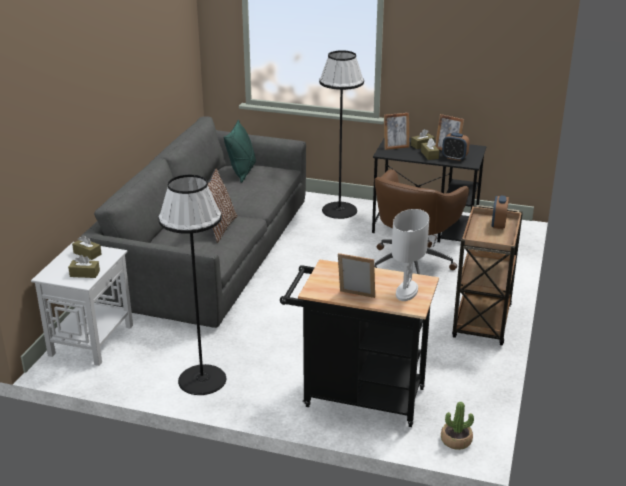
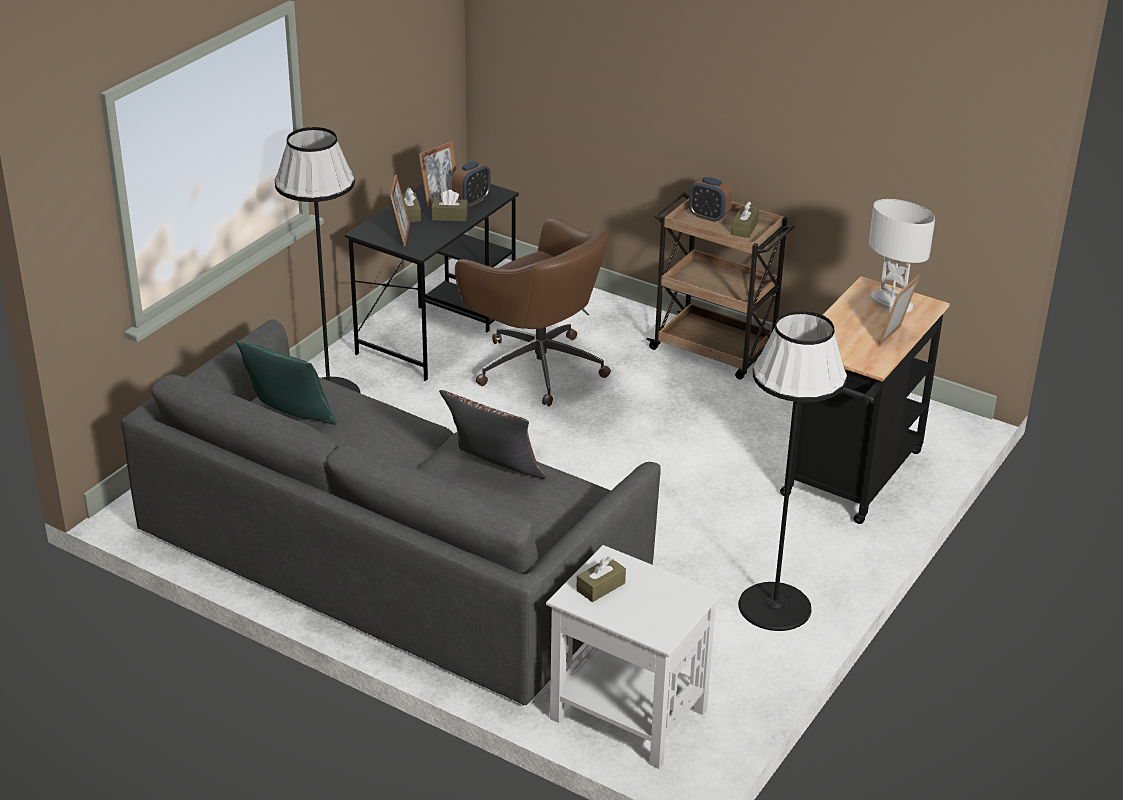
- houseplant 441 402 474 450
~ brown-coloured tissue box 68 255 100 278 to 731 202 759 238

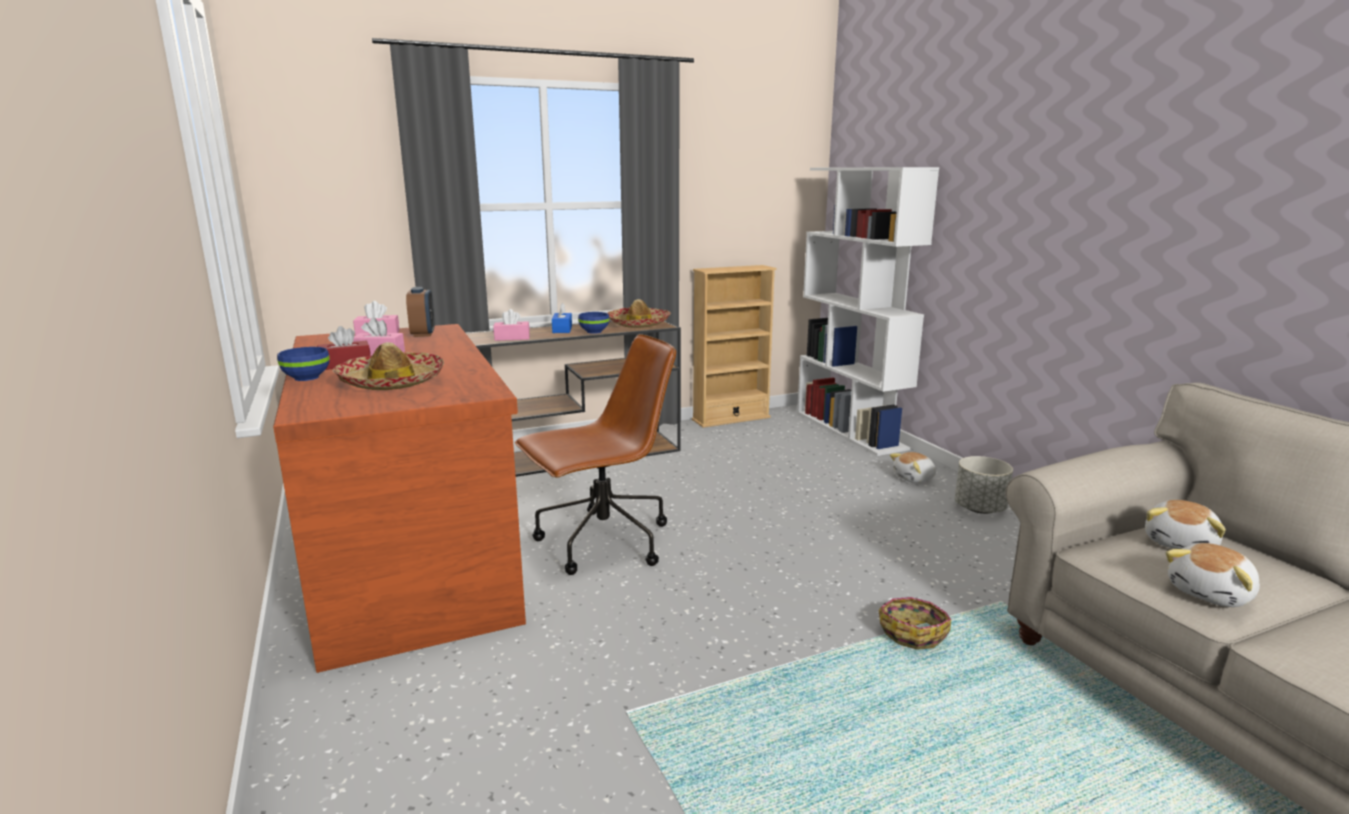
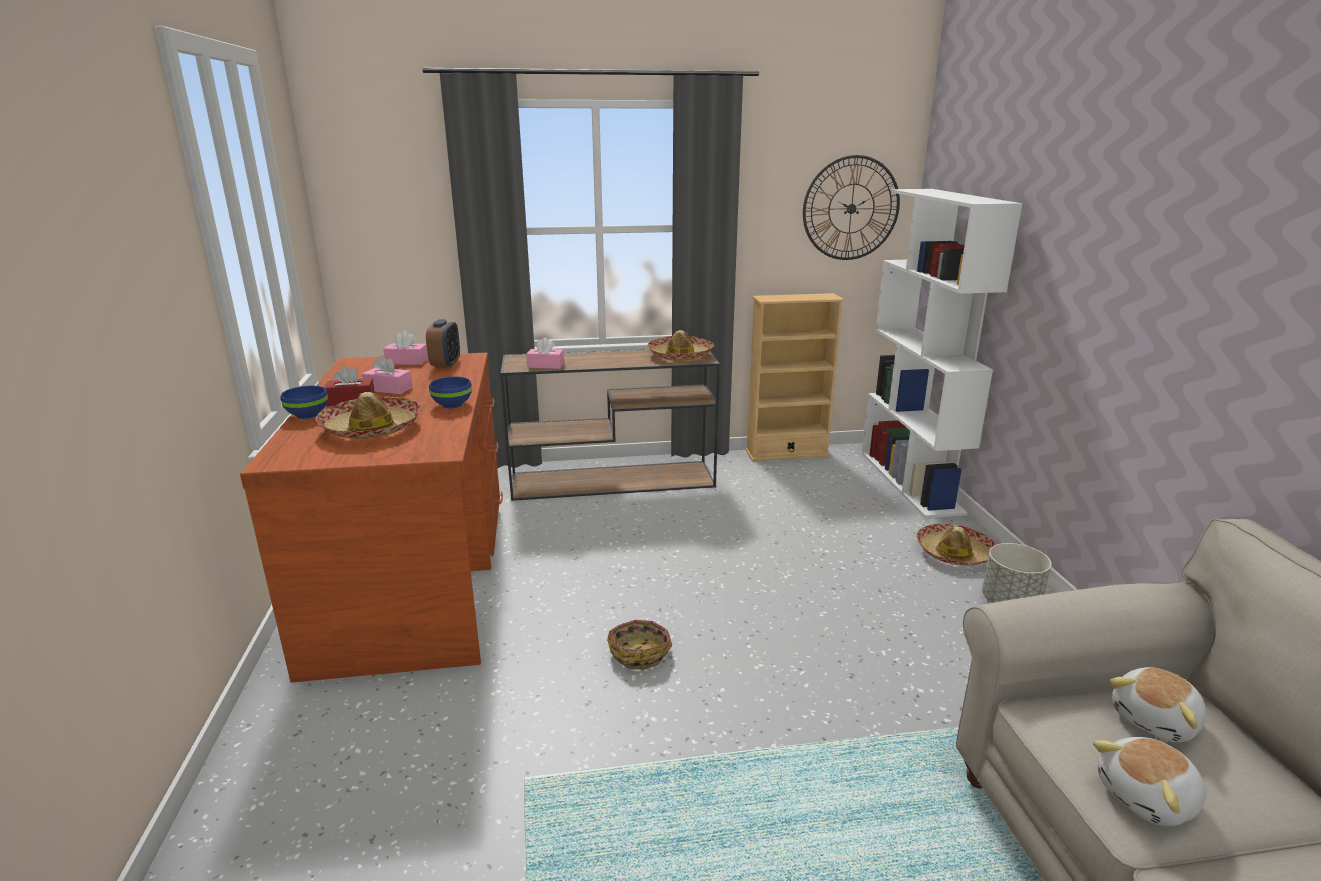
- brown-coloured desk chair 515 334 676 575
- bluish tissue box 552 302 572 333
+ wall clock 803 155 900 260
~ bluish deep dish 578 312 609 334 to 429 376 472 408
~ basket 879 597 951 650 to 607 620 672 670
~ plush toy 890 452 936 483 to wearable hat 916 523 996 565

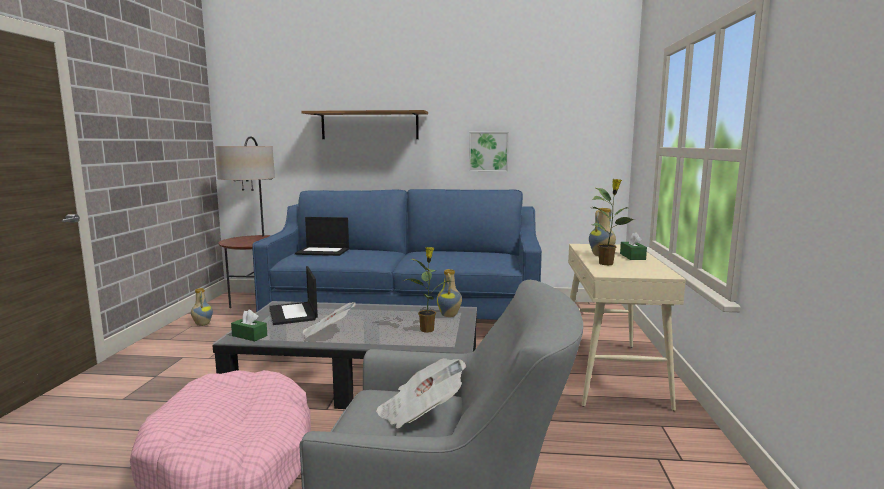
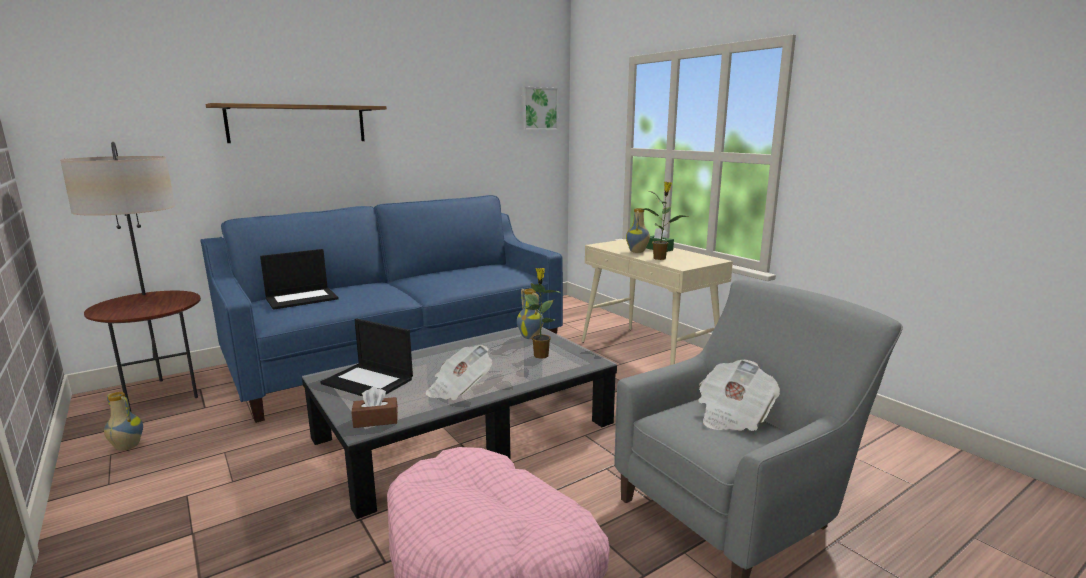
~ picture 469 132 509 172 to 522 87 558 130
~ greenish tissue box 231 310 267 341 to brown-coloured tissue box 352 387 398 428

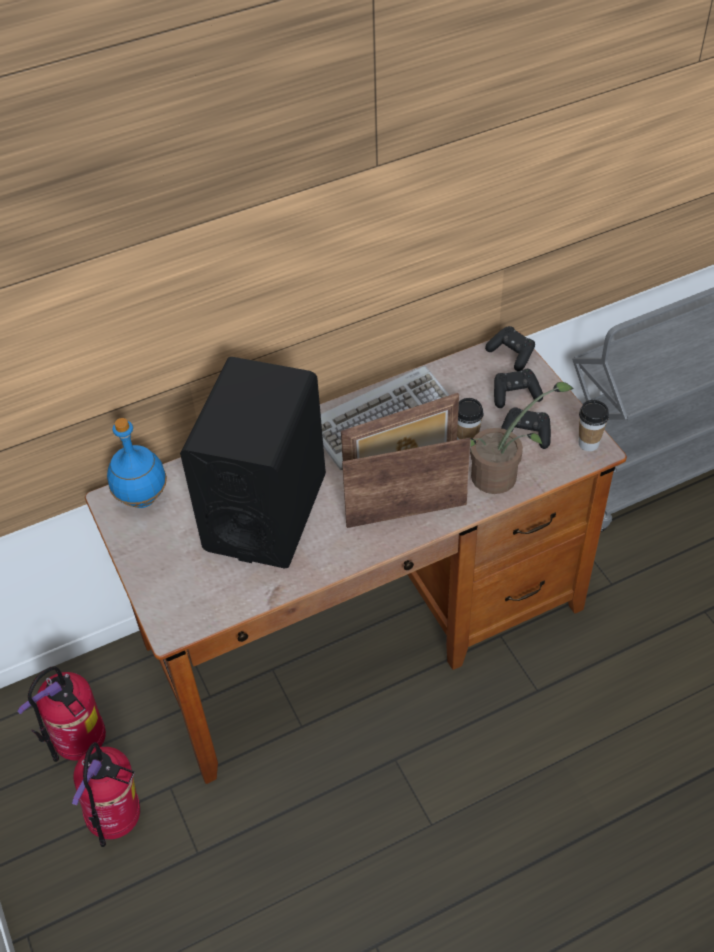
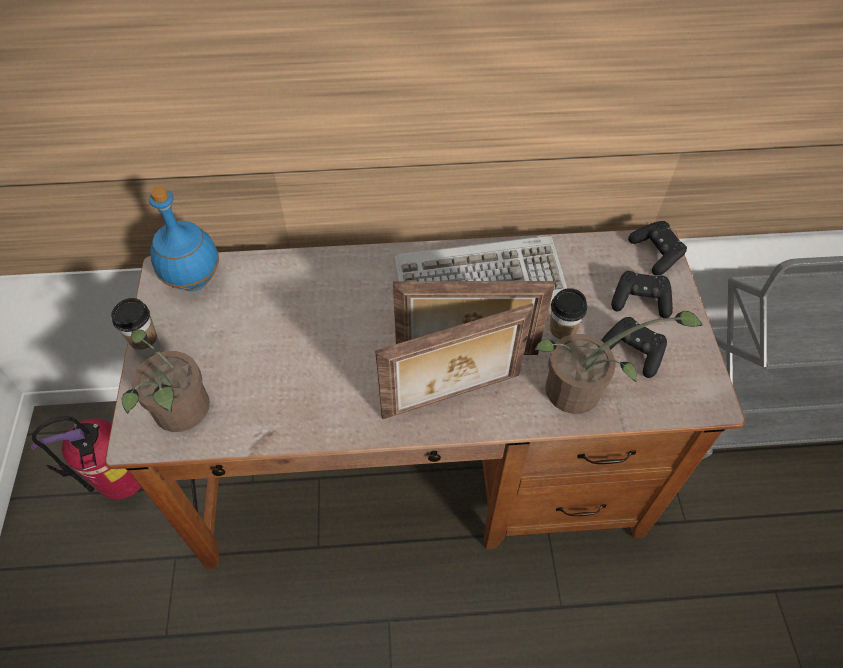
- extinguisher 72 742 140 847
- blackish loudspeaker 180 357 326 568
+ houseplant 122 330 210 432
~ small cup 578 400 609 451 to 111 298 160 357
~ picture frame 342 438 471 528 = 375 303 534 419 150 degrees clockwise

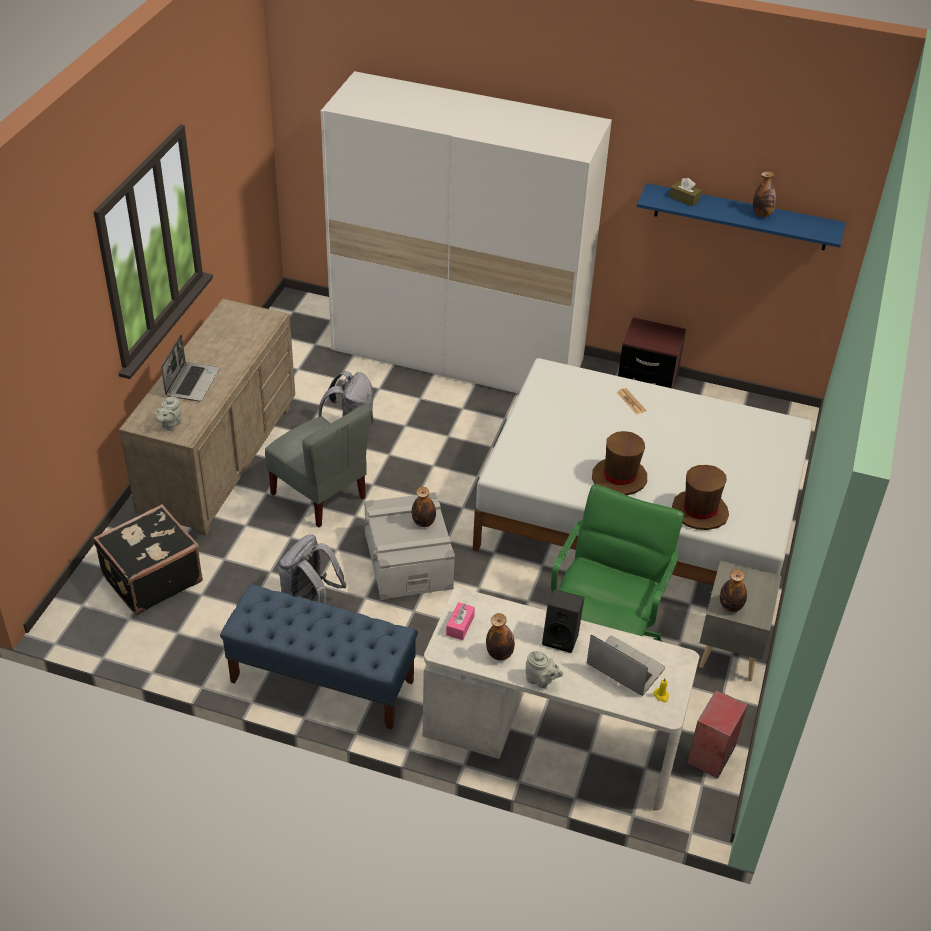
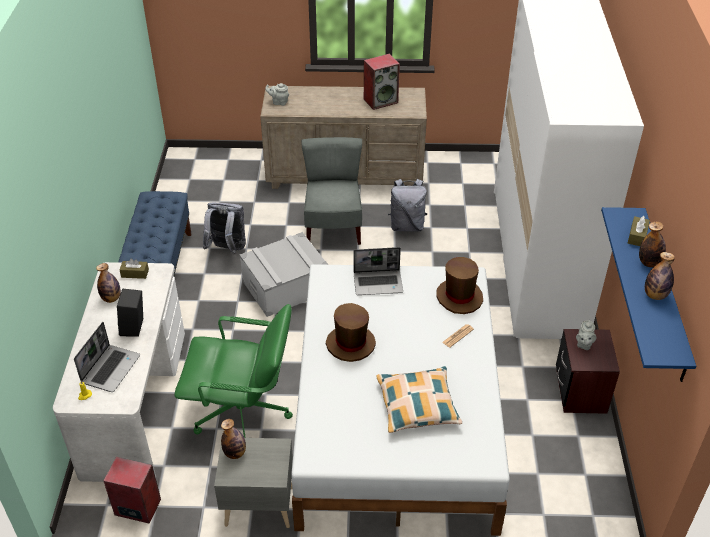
- blackish suitcase 93 504 203 615
+ loudspeaker 364 54 400 110
+ cushion 377 366 462 433
~ portable computer 161 334 220 401 to 354 247 403 295
~ drink bottle 412 487 436 527 to 639 221 666 267
~ greyish tea pot 525 651 563 688 to 576 320 596 350
~ brown-coloured wearable hat 672 465 729 530 to 436 257 483 314
~ pink-coloured tissue box 446 602 475 640 to brown-coloured tissue box 119 258 149 279
~ greyish chair 265 404 372 528 = 301 137 362 245 150 degrees clockwise

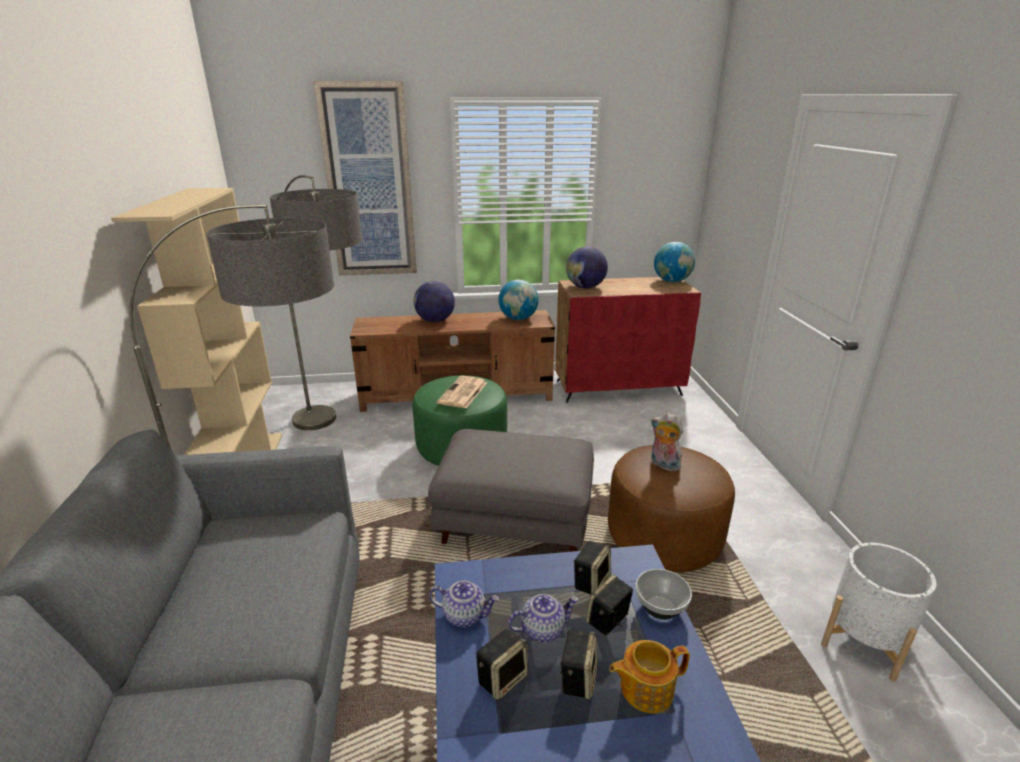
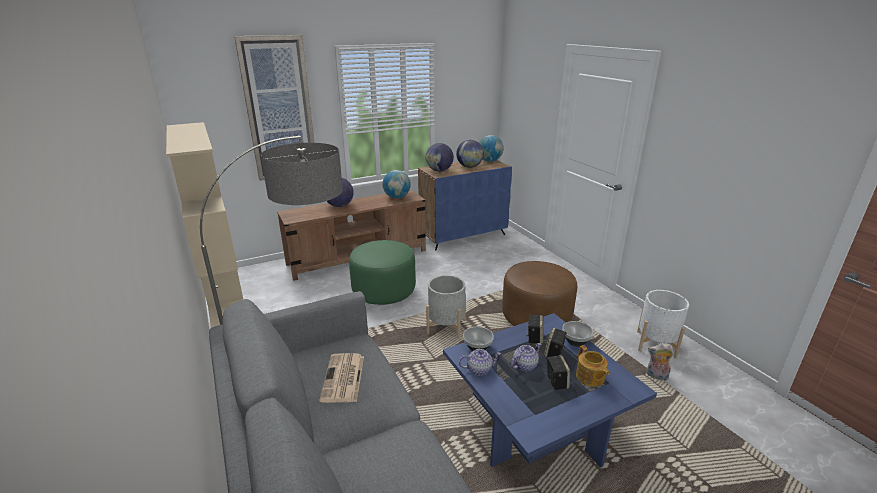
- floor lamp 270 175 362 430
- loudspeaker 476 629 529 700
+ globe 456 140 484 168
+ deep dish 463 327 494 351
~ printed paper 437 376 487 409 to 319 353 364 403
~ plush toy 651 413 684 471 to 647 343 674 381
~ greyish footrest 428 429 594 552 to greyish flower pot 426 275 466 338
~ red cabinet 555 277 701 403 to bluish cabinet 418 159 512 251
~ tea pot 609 640 690 713 = 576 345 609 386 75 degrees counterclockwise

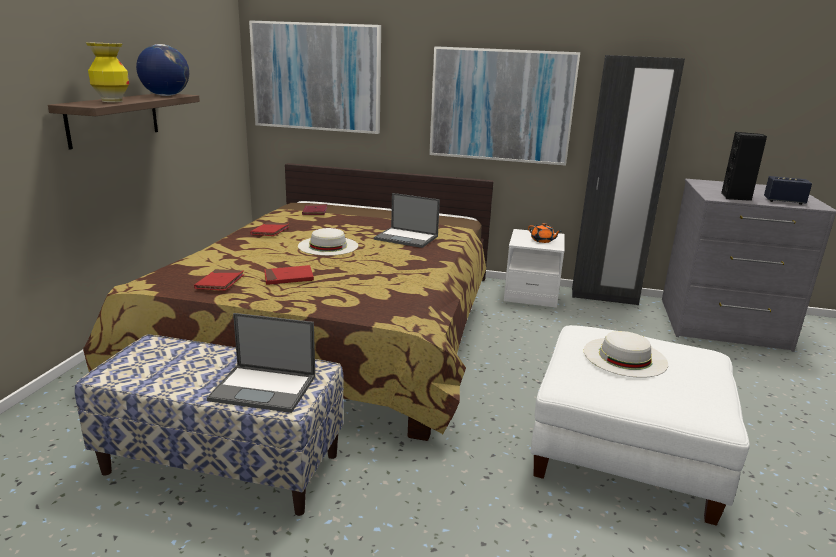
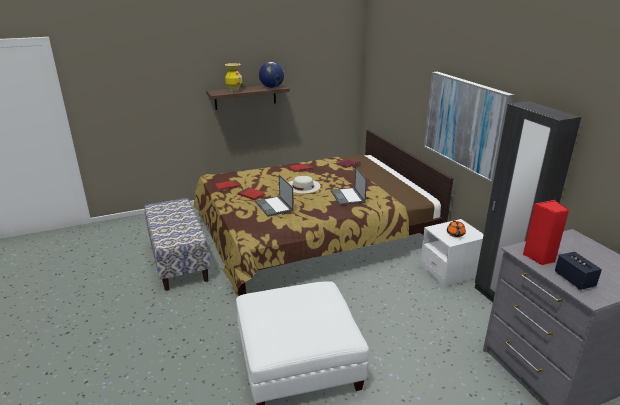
- picture 249 20 381 134
- white-coloured wearable hat 584 331 668 378
~ portable computer 207 313 315 413 to 255 175 294 217
~ blackish loudspeaker 721 132 767 201 to red loudspeaker 523 200 569 266

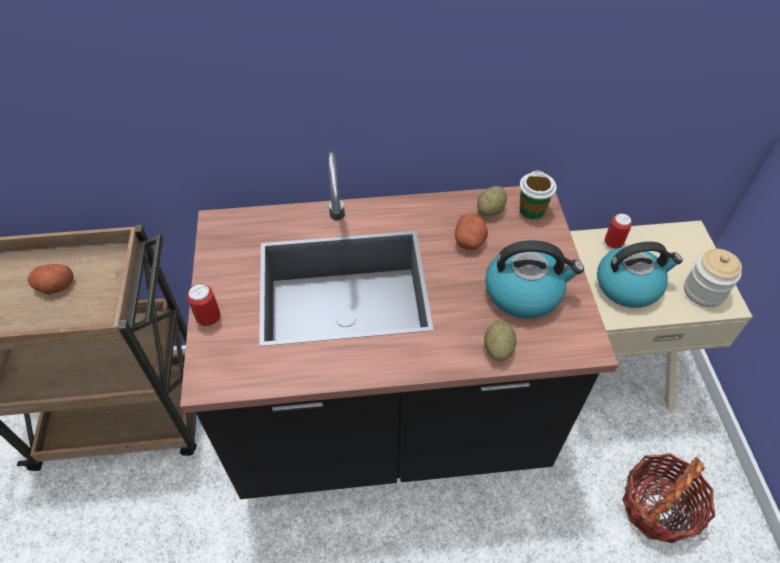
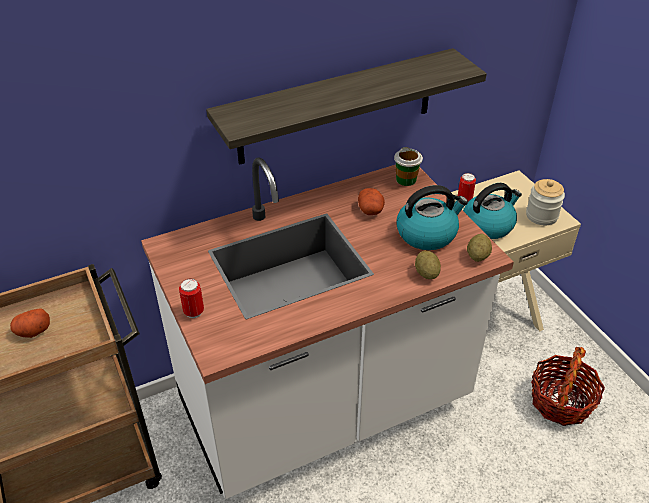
+ shelf 206 48 487 165
~ whole potato 477 186 507 216 to 467 234 492 262
~ blackish counter 180 151 618 499 to white-coloured counter 141 157 514 499

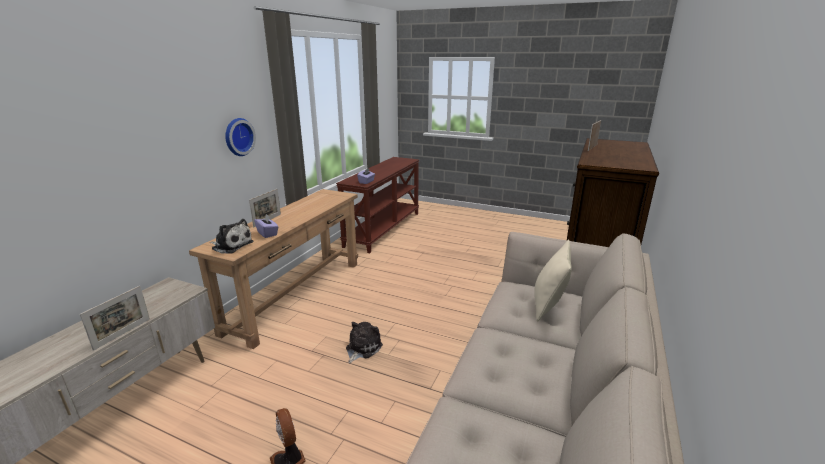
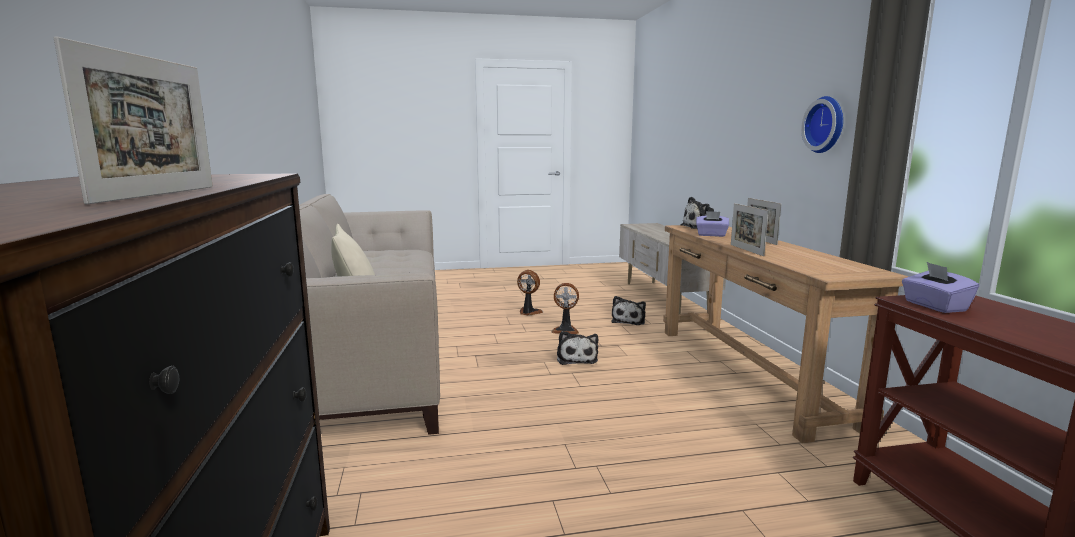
+ electric fan 551 283 579 334
+ plush toy 612 296 646 325
~ picture frame 80 286 150 351 to 731 203 769 256

